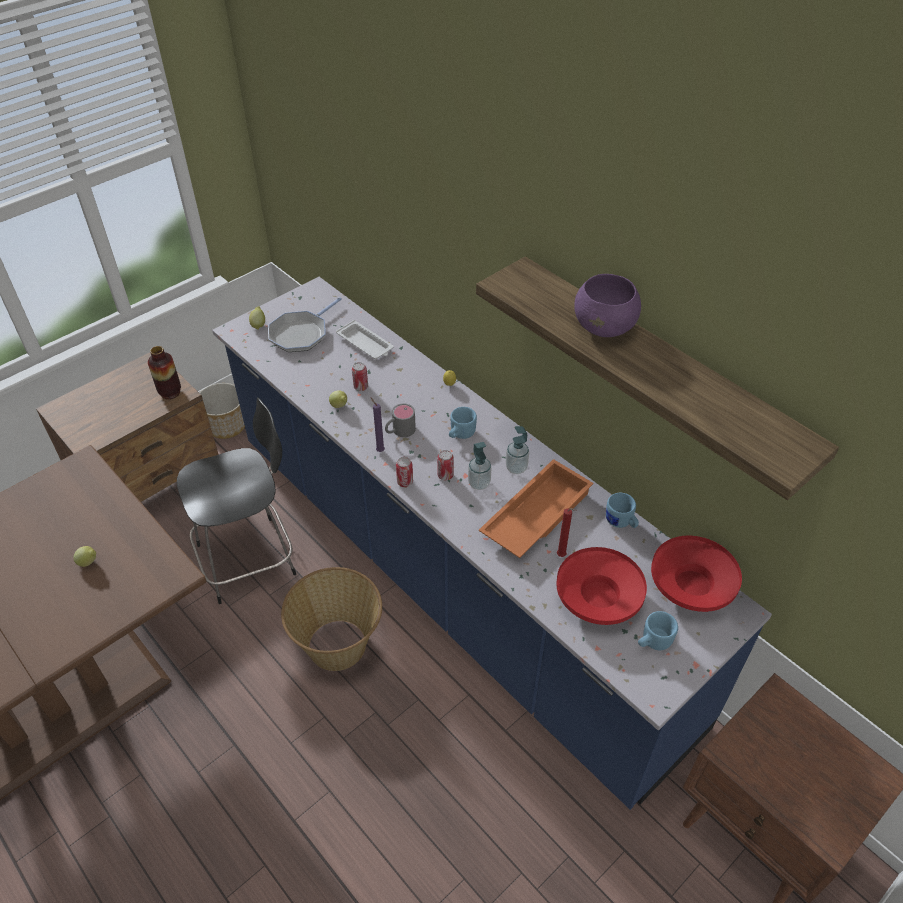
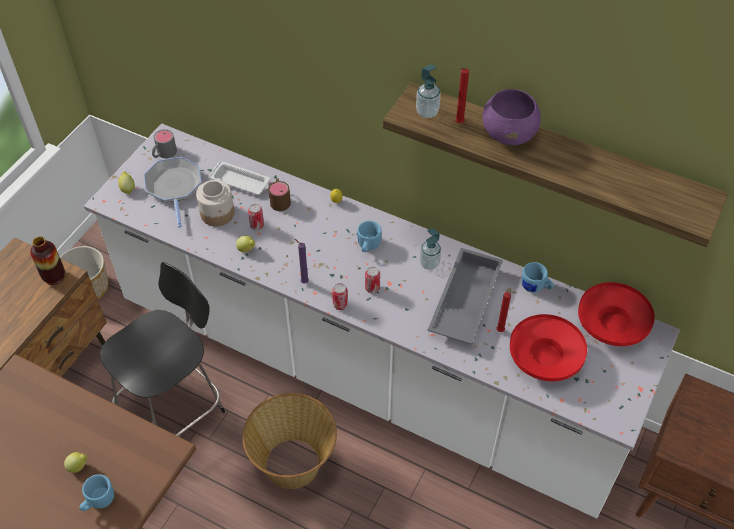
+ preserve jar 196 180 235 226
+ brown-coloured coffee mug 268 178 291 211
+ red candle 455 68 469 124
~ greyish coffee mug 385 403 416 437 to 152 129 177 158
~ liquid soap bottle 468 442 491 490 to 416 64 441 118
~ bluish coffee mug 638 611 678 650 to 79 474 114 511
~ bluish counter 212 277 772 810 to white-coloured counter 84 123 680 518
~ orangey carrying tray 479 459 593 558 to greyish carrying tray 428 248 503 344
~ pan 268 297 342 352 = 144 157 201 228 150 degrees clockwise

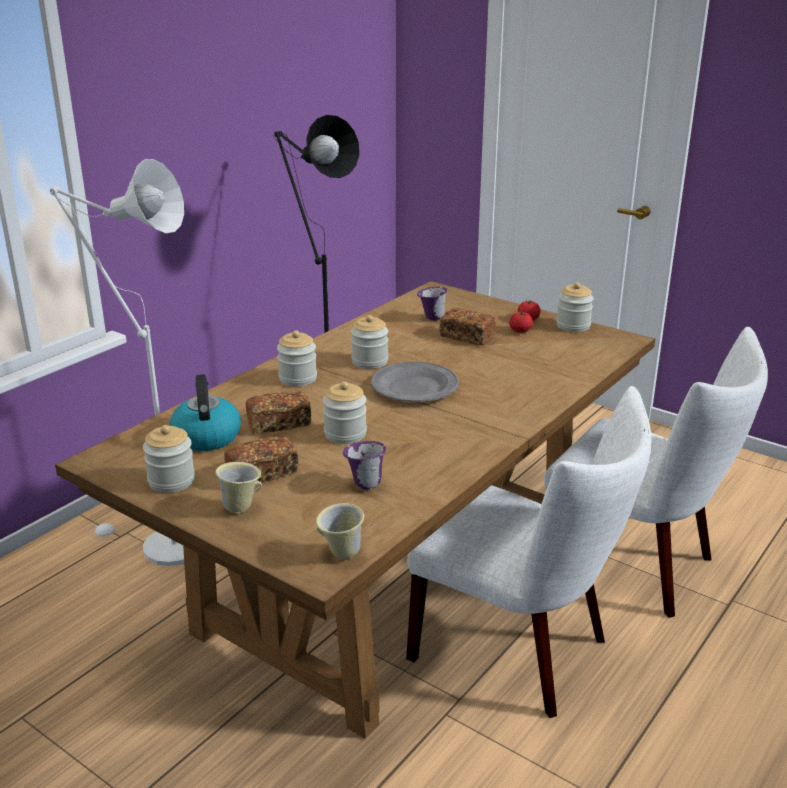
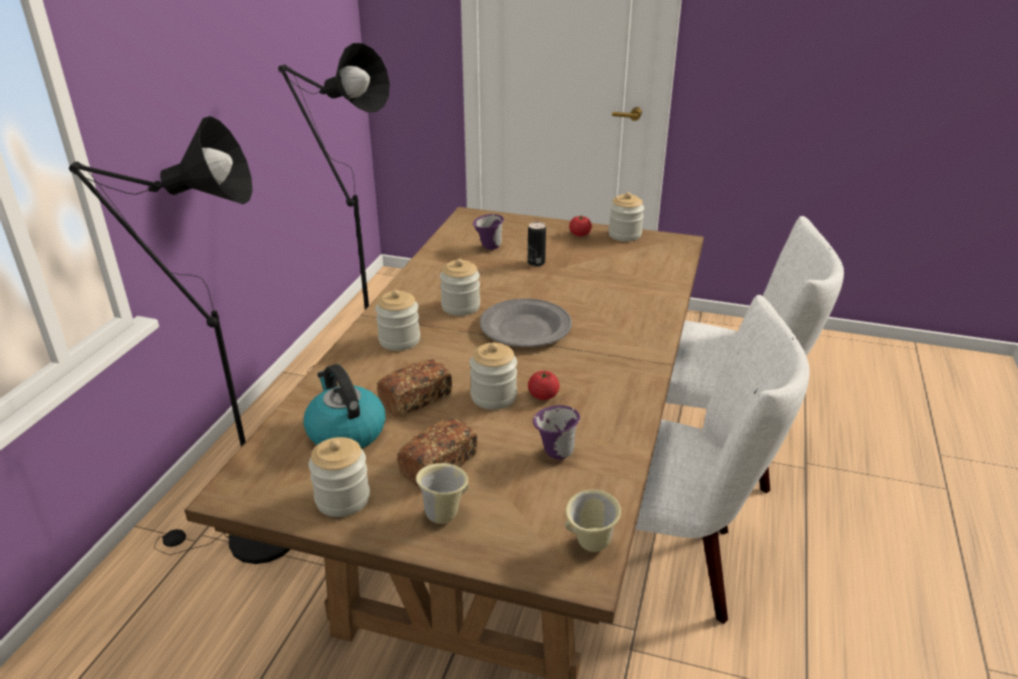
~ tomato 509 312 533 333 to 528 371 560 400
~ bread 439 308 496 345 to metal can 528 222 546 266
~ white-coloured floor lamp 50 159 184 566 to blackish floor lamp 69 116 291 564

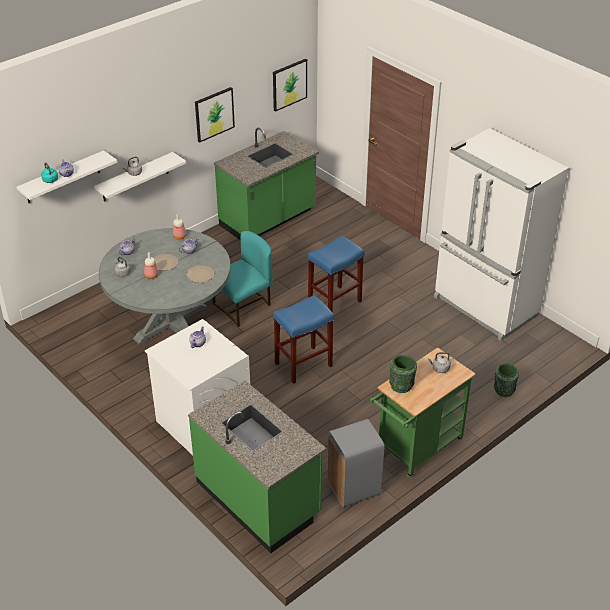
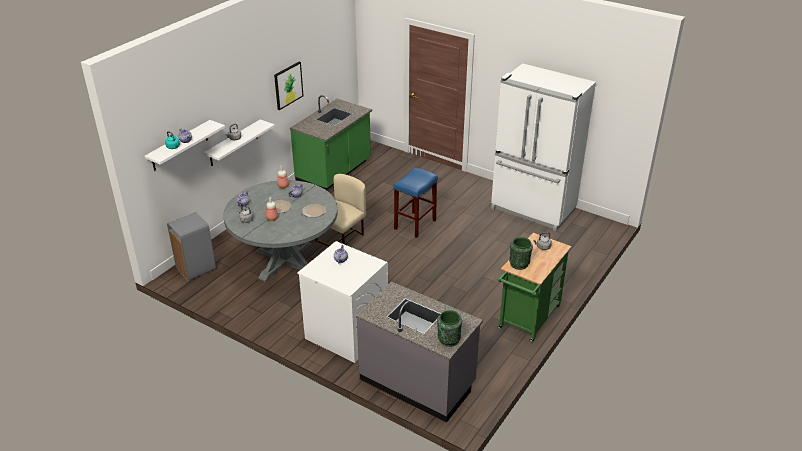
- picture 273 59 307 112
- bluish stool seat 273 295 334 384
~ greyish waste bin 328 419 384 507 to 167 212 216 281
~ greenish decorative vase 494 363 519 397 to 437 310 462 347
~ greenish counter 188 380 326 553 to greyish counter 356 282 483 423
~ blue-green chair 212 231 273 327 to sand-coloured chair 315 174 366 247

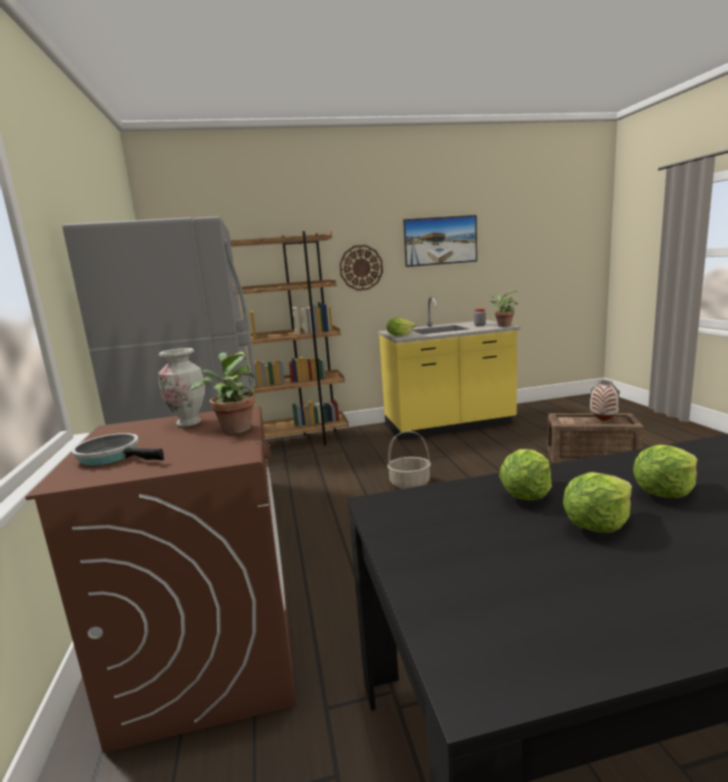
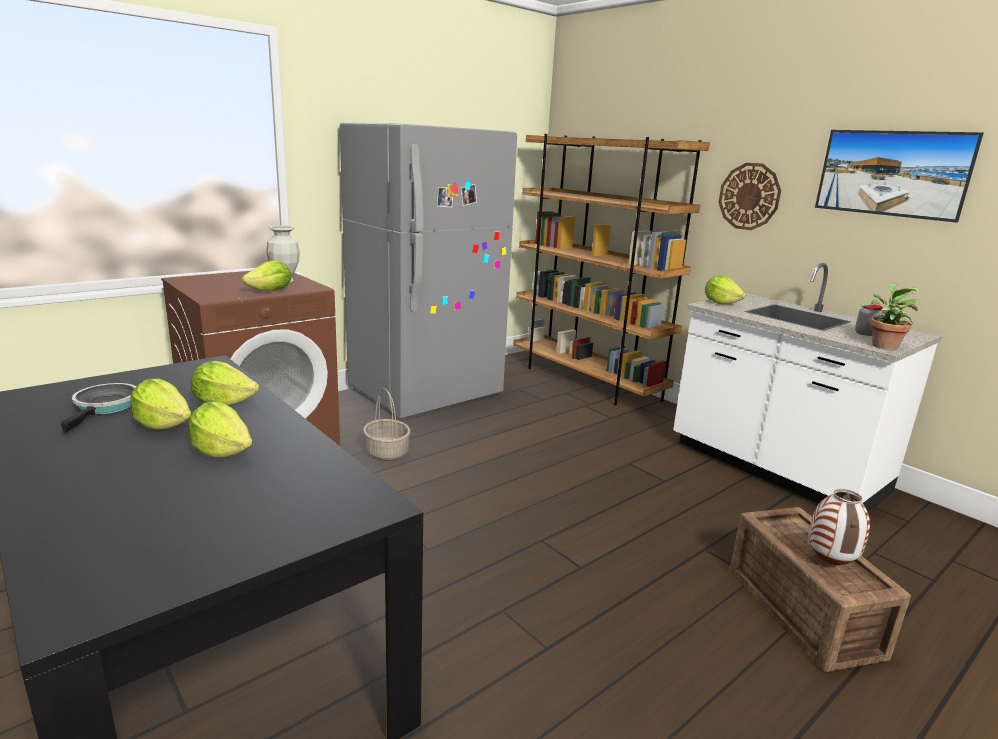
~ pan 71 433 164 466 to 61 383 136 433
~ basket 387 431 431 489 to 363 388 410 461
~ houseplant 191 351 256 434 to head of lettuce 242 260 291 291
~ yellowish counter 378 297 520 440 to white-coloured counter 673 263 942 512

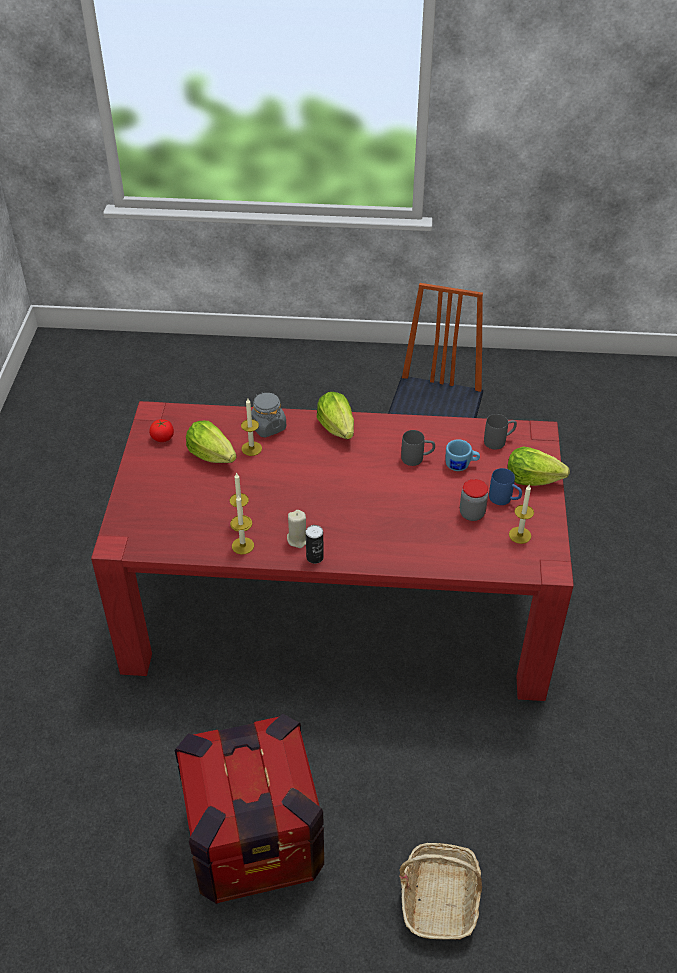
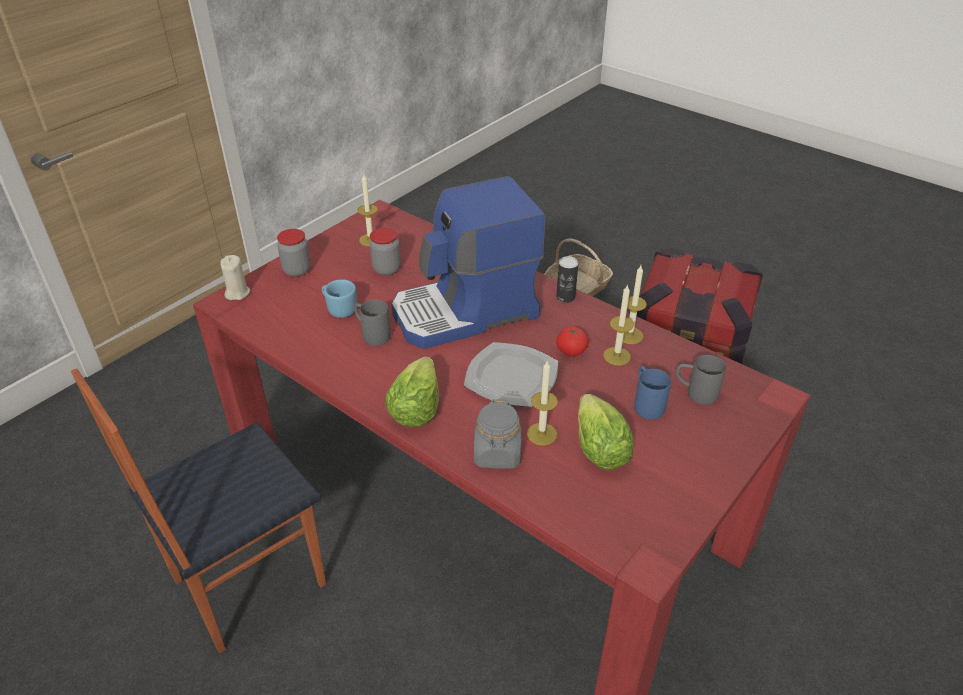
+ coffee maker 391 176 545 349
+ flat dish 464 342 558 407
~ tomato 149 419 174 442 to 556 326 589 356
~ sand-coloured candle 287 510 306 548 to 220 255 250 300
~ greyish coffee mug 484 414 517 449 to 676 355 726 405
~ bluish coffee mug 489 468 522 505 to 634 366 671 420
~ head of lettuce 507 446 570 486 to preserve jar 277 229 311 277

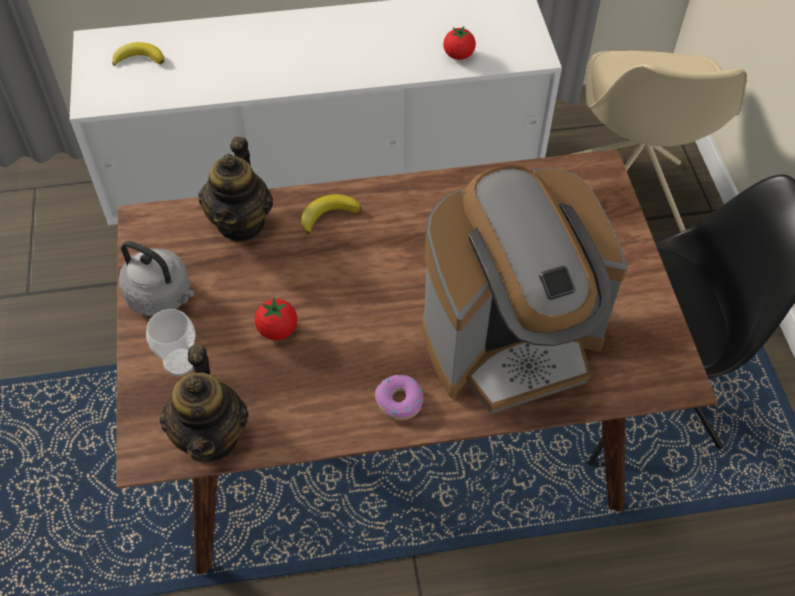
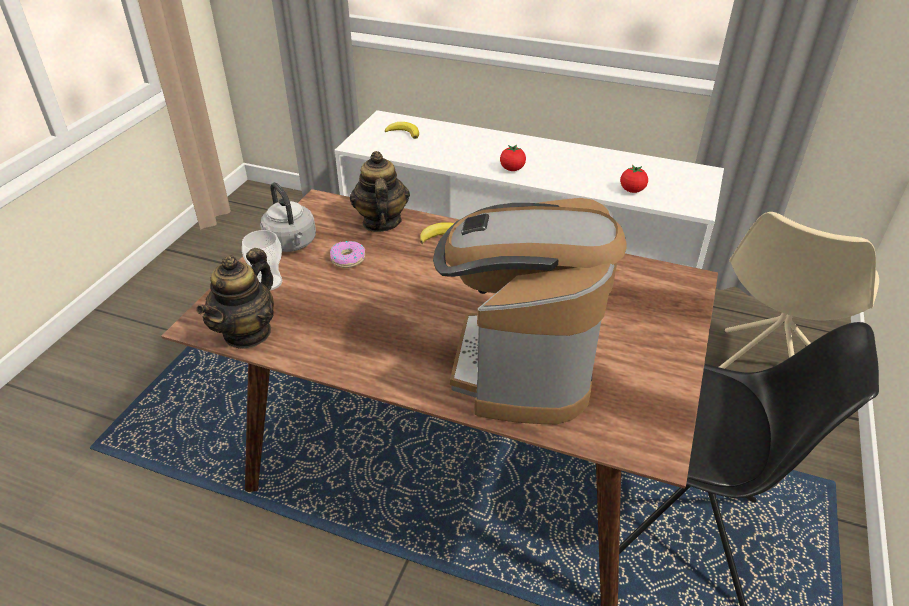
~ tomato 255 297 297 340 to 500 144 526 171
~ ring doughnut 375 375 423 420 to 330 241 365 268
~ tea pot 199 137 273 241 = 350 151 410 232 135 degrees clockwise
~ coffee maker 422 166 628 414 = 433 198 627 424 90 degrees clockwise

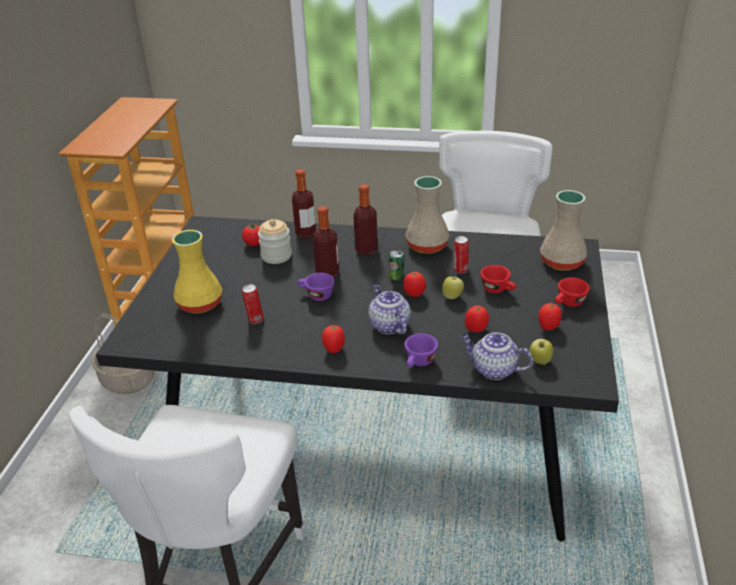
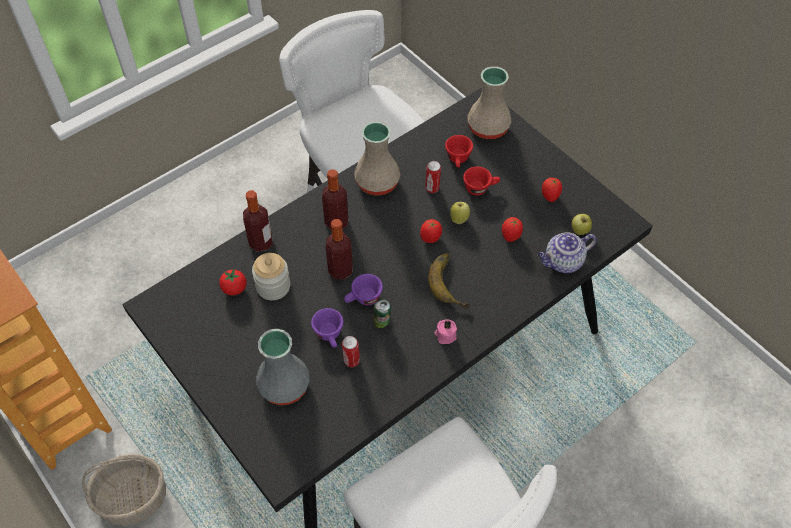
~ metal can 388 250 405 281 to 373 299 391 328
~ purple-coloured small cup 404 333 438 368 to 311 308 343 348
~ red small cup 555 277 590 307 to 445 135 473 167
~ tomato 322 325 345 353 to pink-coloured candle 435 319 457 344
~ tea pot 368 284 411 335 to banana 428 253 470 308
~ yellowish decorative vase 172 230 222 314 to greyish decorative vase 256 329 310 405

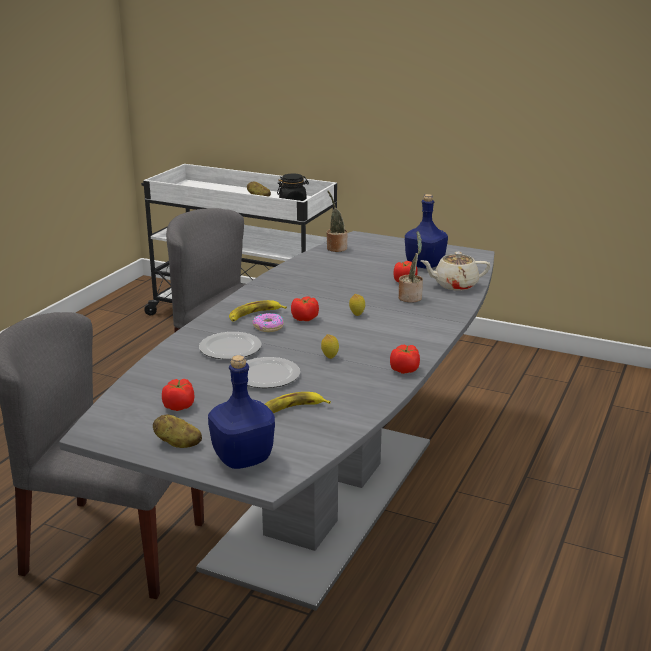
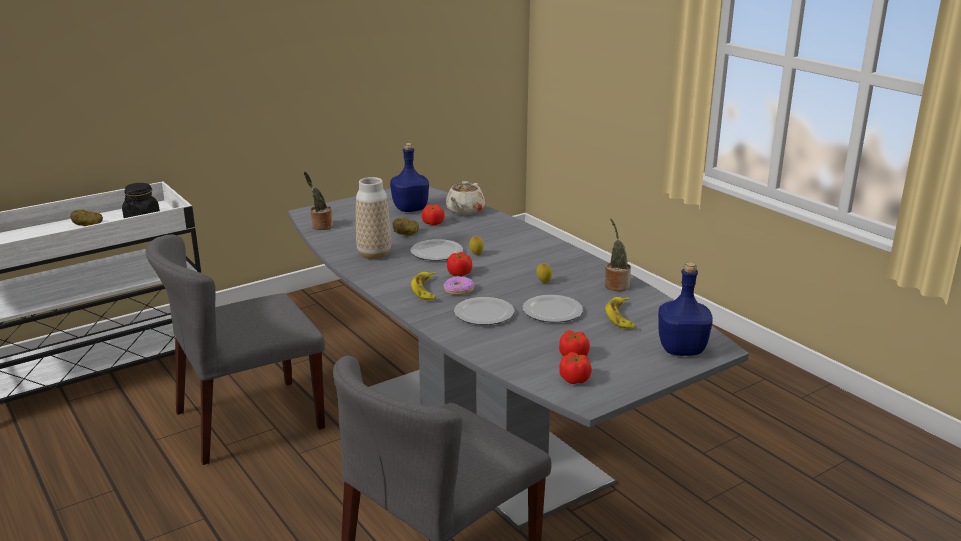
+ decorative vase 356 177 391 259
+ flat dish 410 239 463 261
~ whole potato 153 415 202 448 to 392 218 419 235
~ tomato 390 345 420 374 to 559 352 592 384
~ houseplant 398 231 423 303 to 605 218 631 291

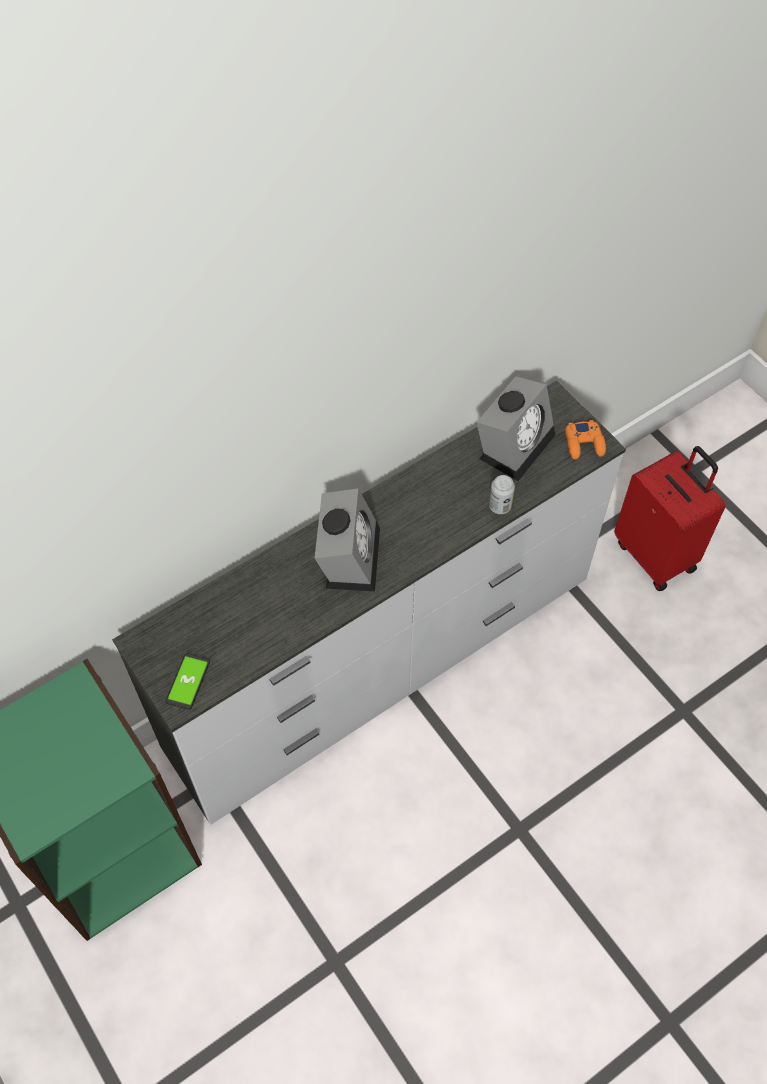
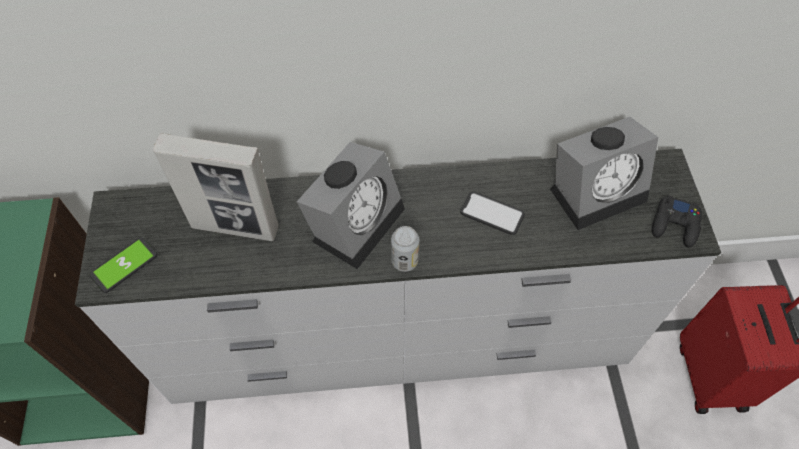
+ picture frame 153 133 279 241
+ phone 460 191 525 235
~ metal can 489 475 515 514 to 391 226 419 272
~ orangey gamepad 565 420 606 460 to blackish gamepad 652 195 702 247

